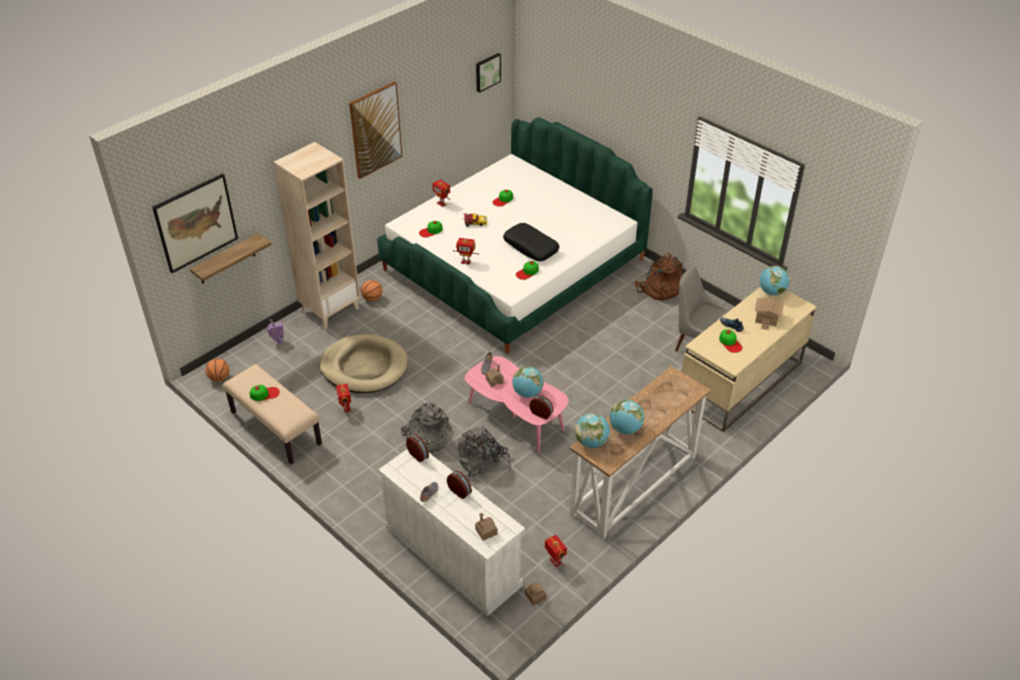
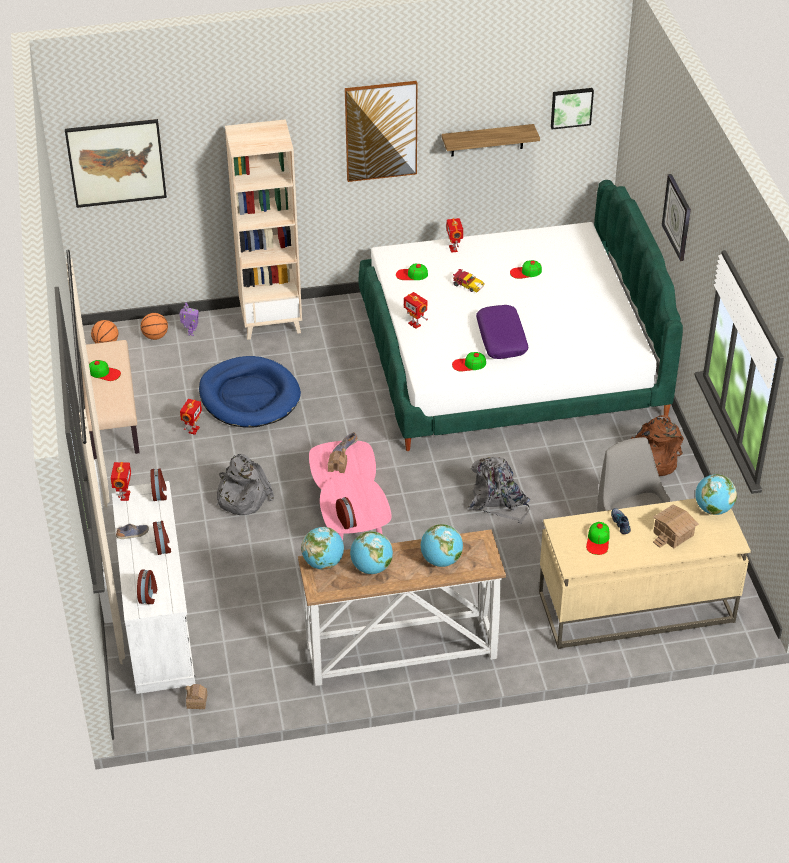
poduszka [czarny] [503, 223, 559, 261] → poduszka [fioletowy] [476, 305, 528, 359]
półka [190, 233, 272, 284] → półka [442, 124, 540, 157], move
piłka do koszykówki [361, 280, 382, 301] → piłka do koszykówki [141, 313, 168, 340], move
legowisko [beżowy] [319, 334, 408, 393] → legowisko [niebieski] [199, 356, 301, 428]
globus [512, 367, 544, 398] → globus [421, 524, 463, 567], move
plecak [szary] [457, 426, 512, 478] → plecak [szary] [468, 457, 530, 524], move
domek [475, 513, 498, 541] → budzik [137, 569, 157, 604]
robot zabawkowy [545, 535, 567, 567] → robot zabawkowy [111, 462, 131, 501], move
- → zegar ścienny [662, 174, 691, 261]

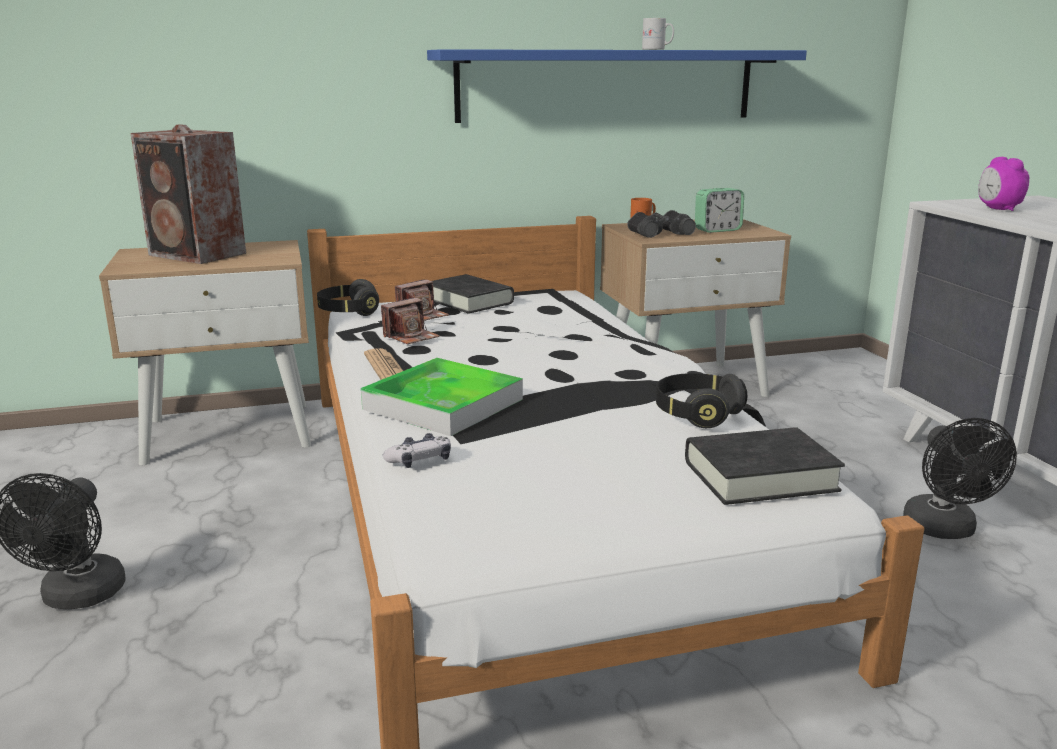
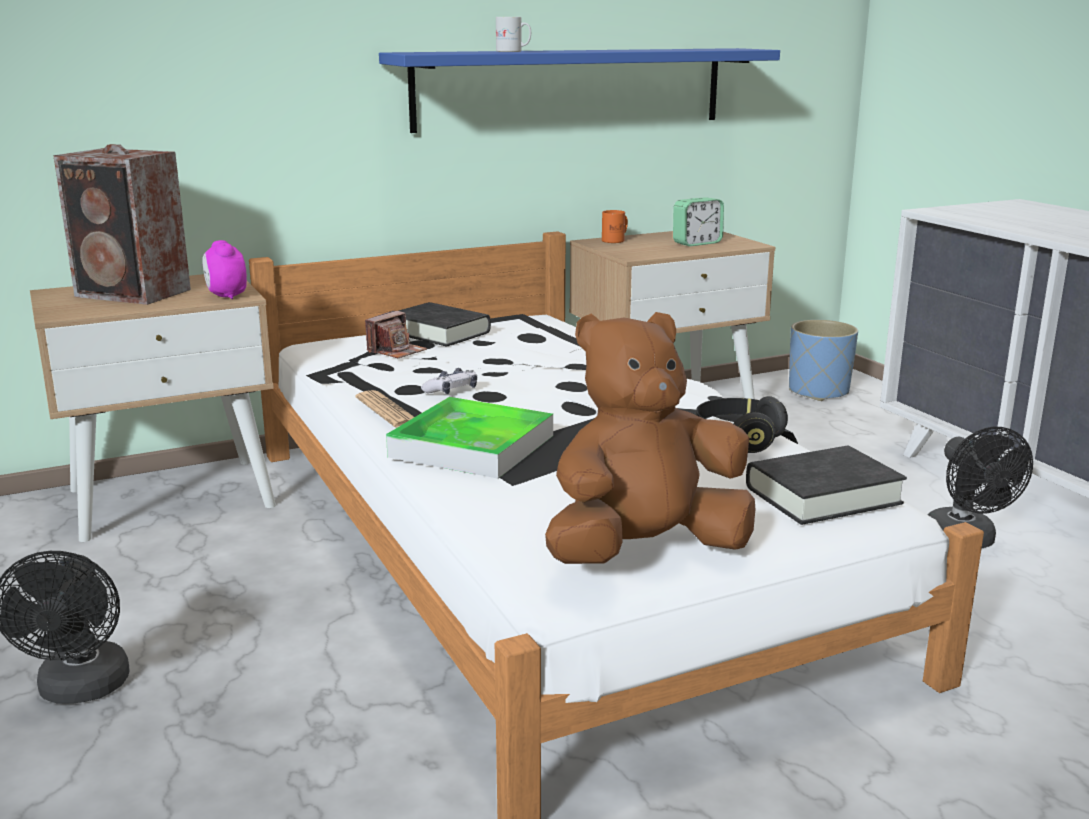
kubek [biały] [642, 18, 674, 50] → kubek [biały] [496, 17, 531, 52], move
budzik [978, 157, 1029, 211] → budzik [202, 240, 247, 299], move
lornetka [czarny] [627, 210, 696, 238] → -
słuchawki [czarny] [317, 279, 379, 316] → -
aparat fotograficzny [381, 297, 440, 344] → -
pad do gier [382, 433, 451, 468] → pad do gier [421, 368, 477, 394], move
- → pluszak [brązowy] [545, 312, 755, 564]
- → donica [niebieski] [789, 320, 858, 401]

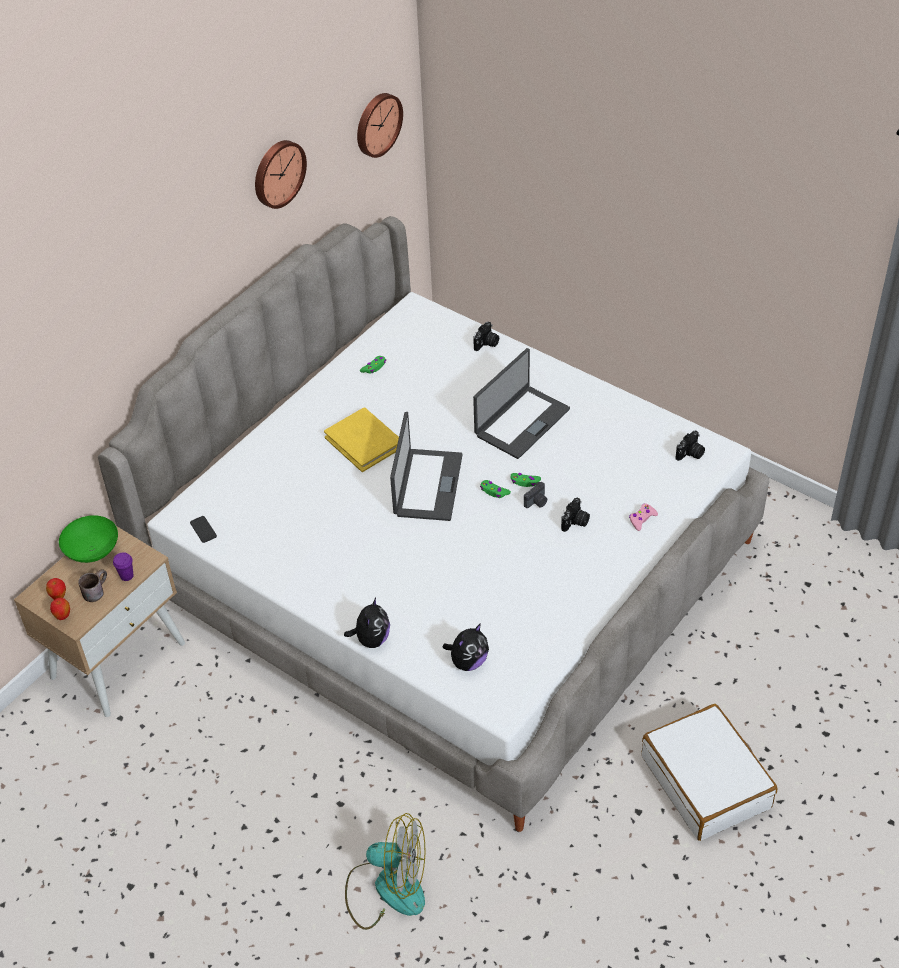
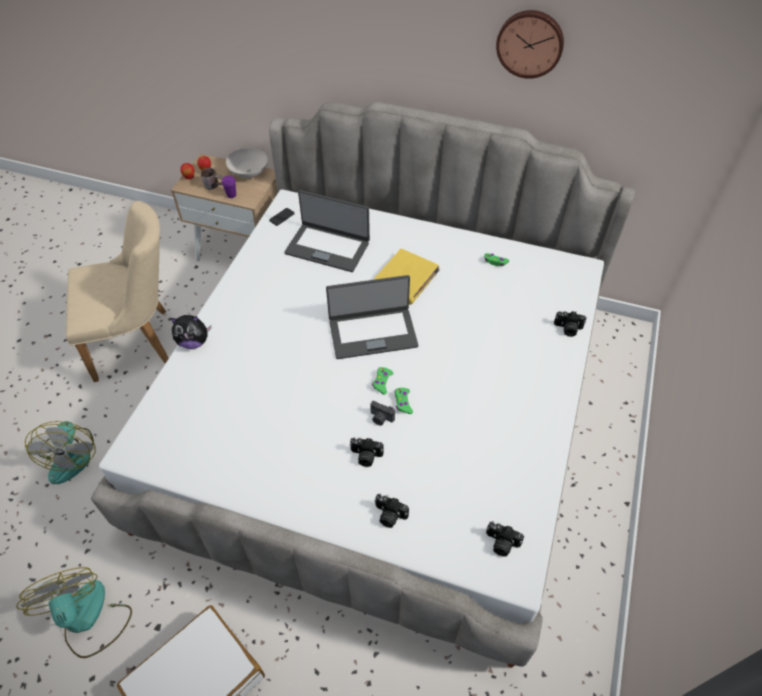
zegar ścienny [357, 93, 403, 158] → -
laptop [473, 348, 570, 459] → laptop [284, 190, 370, 272], move
pad do gier [różowy] [629, 504, 658, 531] → aparat fotograficzny [374, 494, 409, 528]
miska [zielony] [59, 515, 118, 563] → miska [biały] [226, 148, 268, 178]
pluszak [443, 623, 489, 671] → -
- → krzesło [beżowy] [66, 201, 169, 382]
- → wentylator [16, 567, 132, 658]

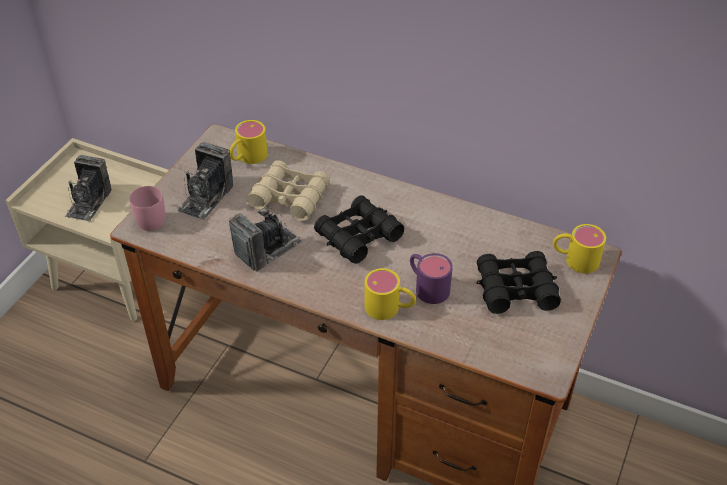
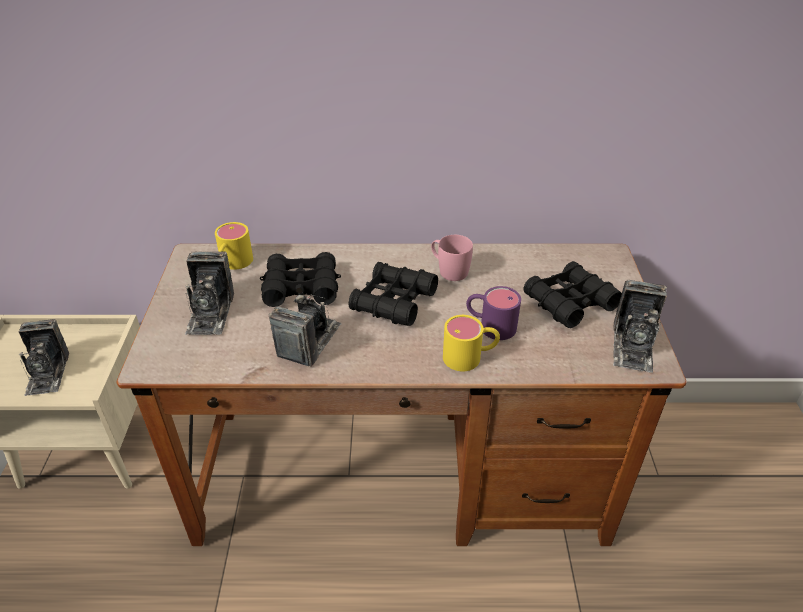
lornetka [beżowy] [247, 160, 330, 221] → lornetka [czarny] [260, 252, 341, 307]
kubek [różowy] [129, 186, 165, 231] → kubek [różowy] [431, 235, 473, 281], move
kubek [żółty] [553, 224, 606, 273] → -
- → aparat fotograficzny [613, 280, 667, 373]

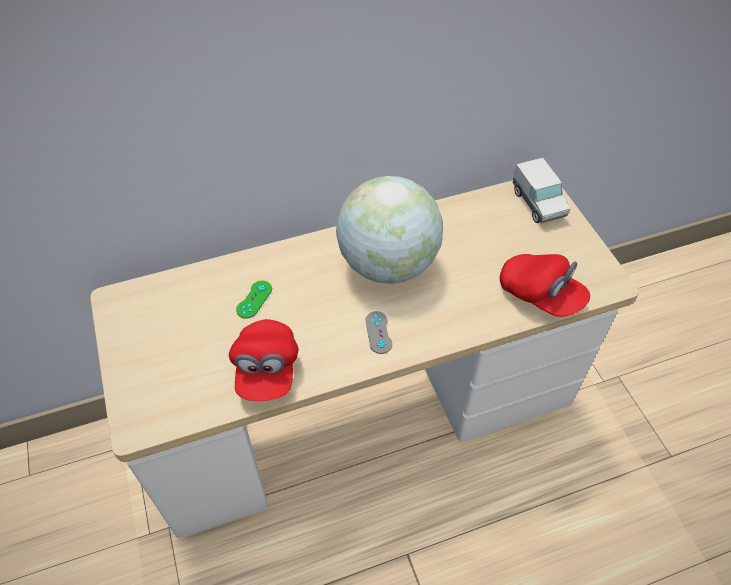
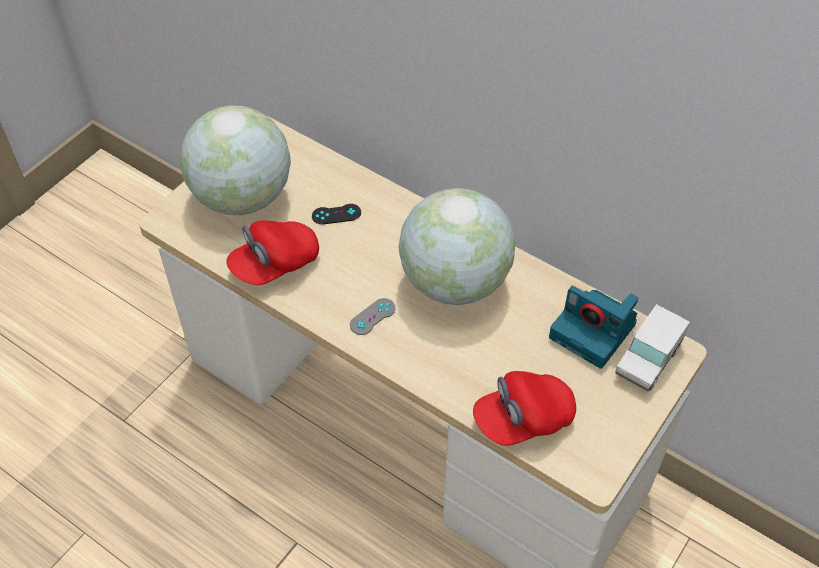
czapka z daszkiem [czerwony] [500, 254, 590, 317] → czapka z daszkiem [czerwony] [473, 371, 576, 446], 60 degrees clockwise
pad do gier [zielony] [236, 281, 272, 319] → pad do gier [czarny] [312, 204, 361, 224]
- → globus [180, 105, 291, 215]
- → aparat fotograficzny [549, 286, 638, 369]

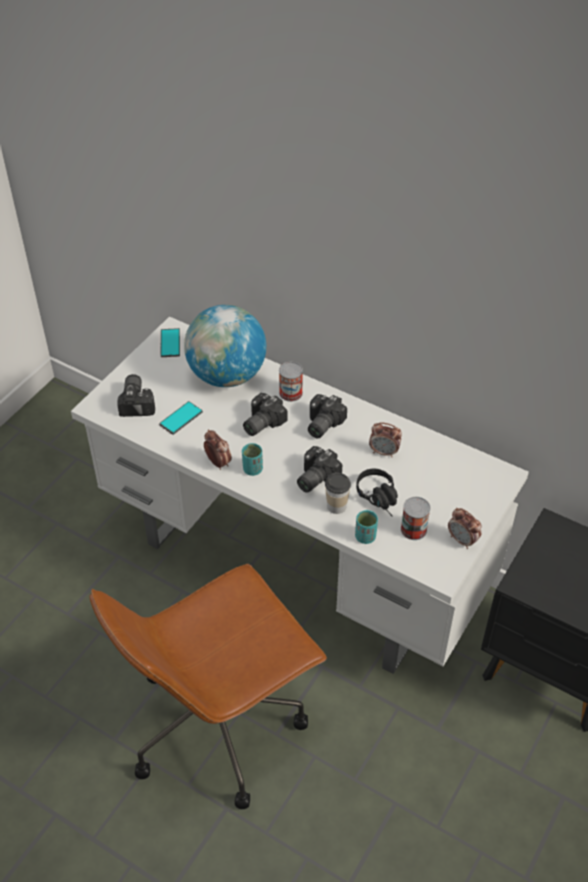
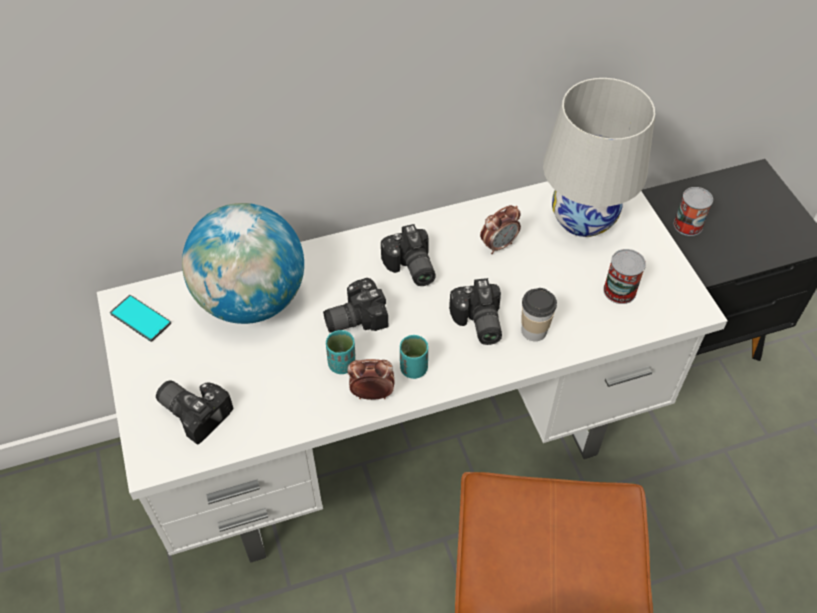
puszka [279, 362, 303, 402] → puszka [674, 187, 713, 236], move
aparat fotograficzny [243, 393, 287, 436] → aparat fotograficzny [323, 278, 388, 333], 75 degrees clockwise
telefon [159, 401, 203, 435] → -
słuchawki [czarny] [356, 469, 398, 516] → -
budzik [448, 508, 482, 549] → -
filiżanka [turkusowy] [355, 510, 378, 544] → filiżanka [turkusowy] [326, 330, 356, 374], move
- → lampa stołowa [biały] [543, 78, 655, 237]

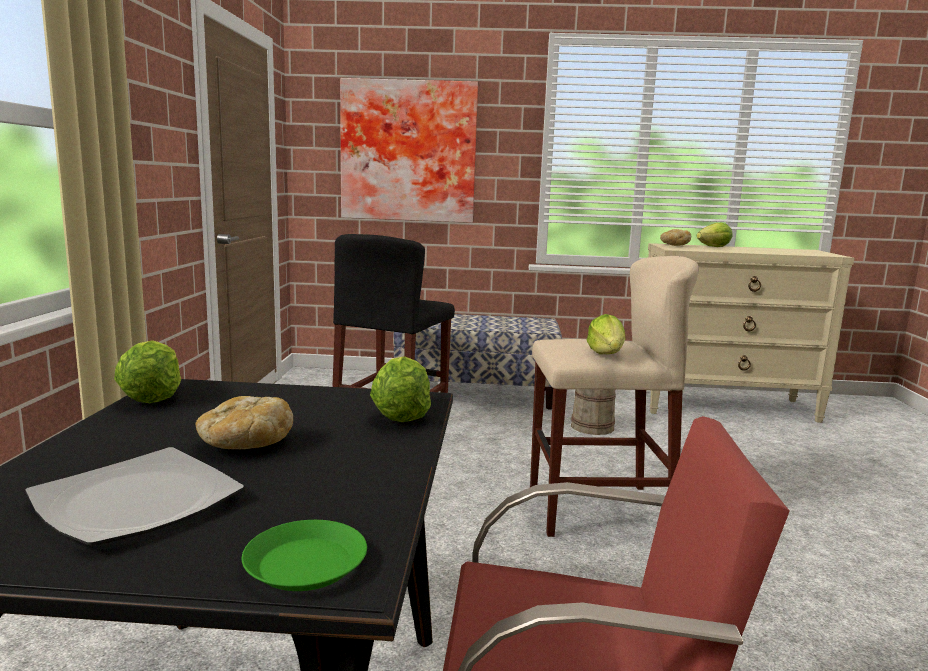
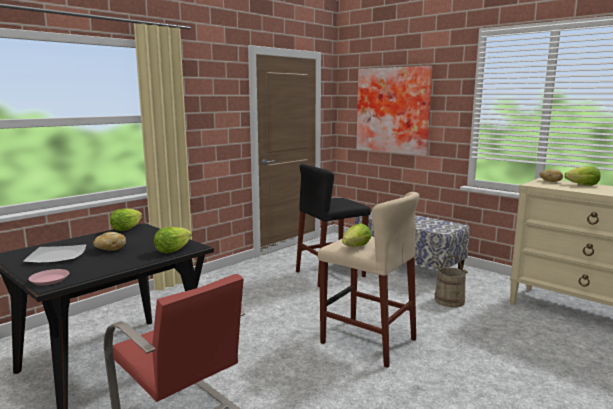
talerz [zielony] [242, 520, 367, 591] → talerz [różowy] [28, 269, 69, 285]

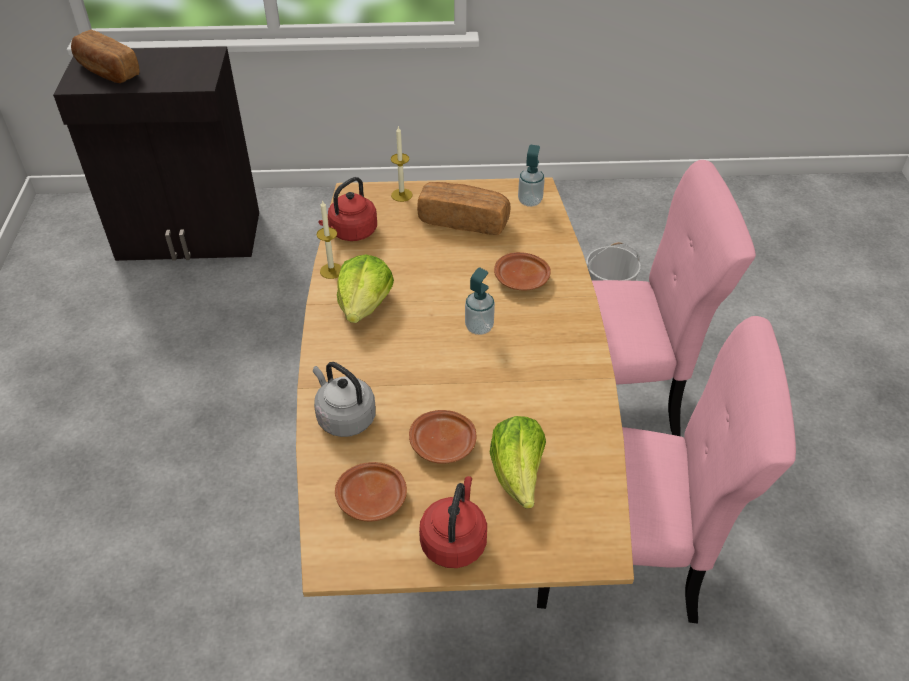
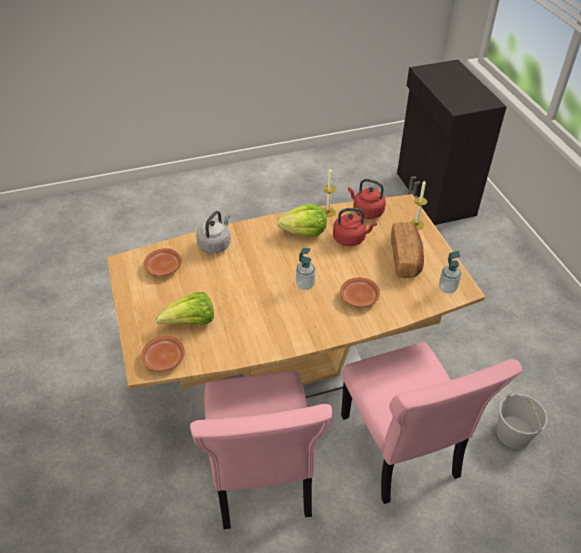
chleb [71, 30, 140, 83] → -
talerz [brązowy] [409, 410, 476, 464] → talerz [brązowy] [141, 336, 185, 371], move
czajnik [czerwony] [419, 476, 487, 568] → czajnik [czerwony] [333, 208, 377, 246], move

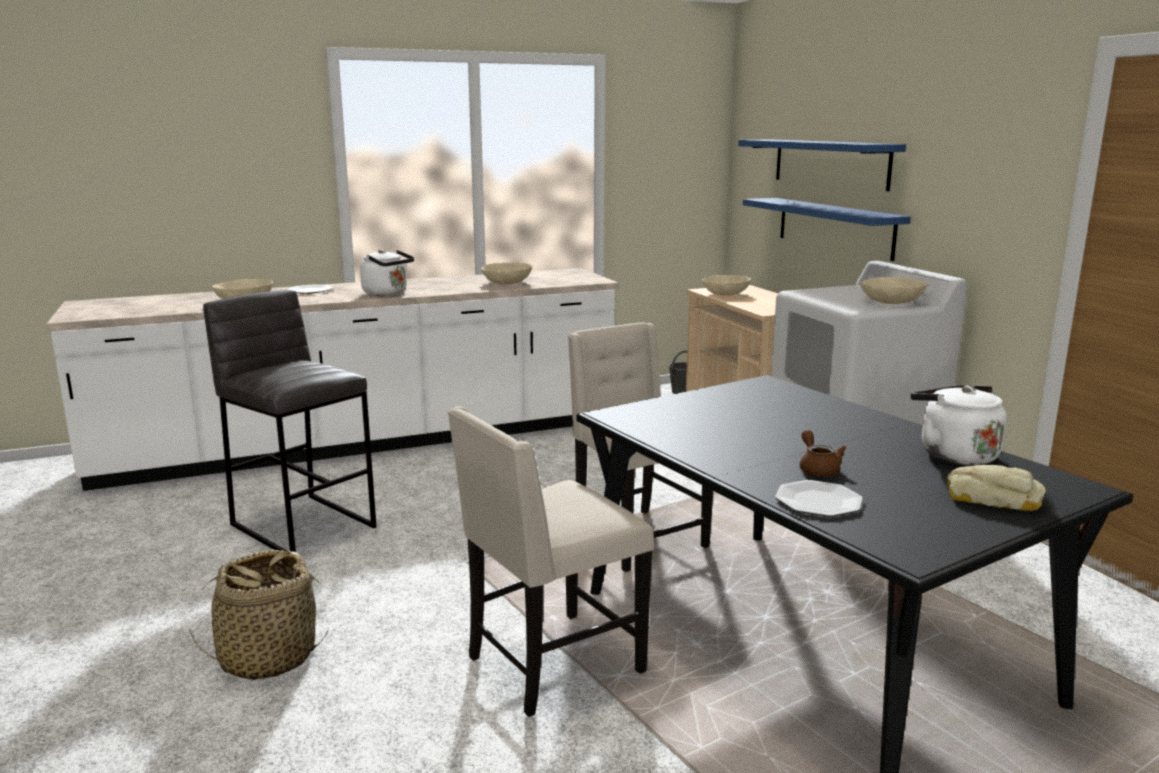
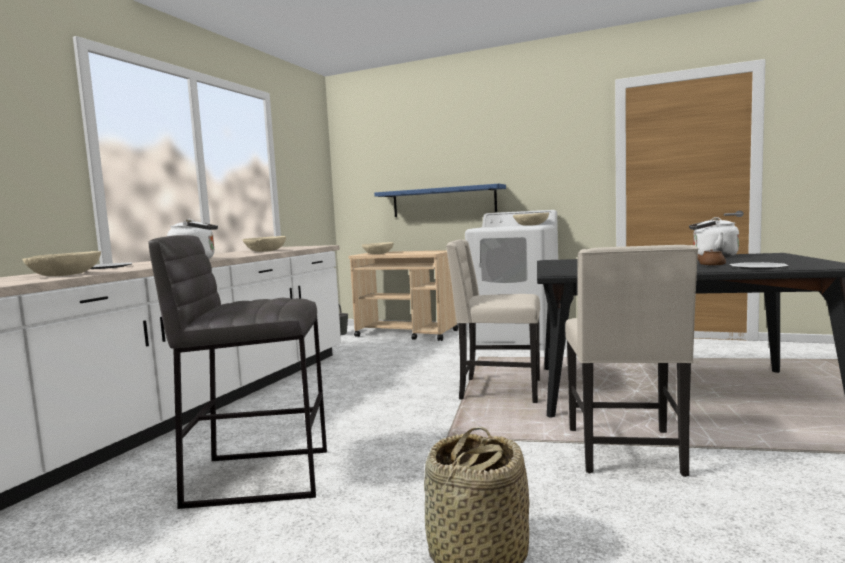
półka [niebieski] [738, 140, 906, 191] → -
chleb [947, 465, 1046, 511] → -

